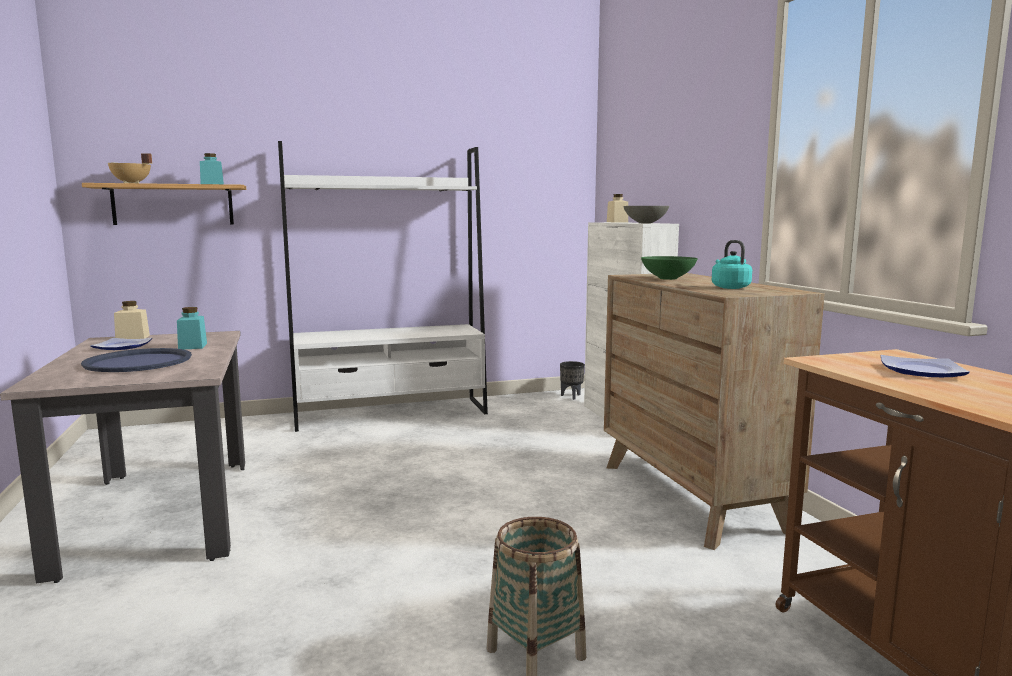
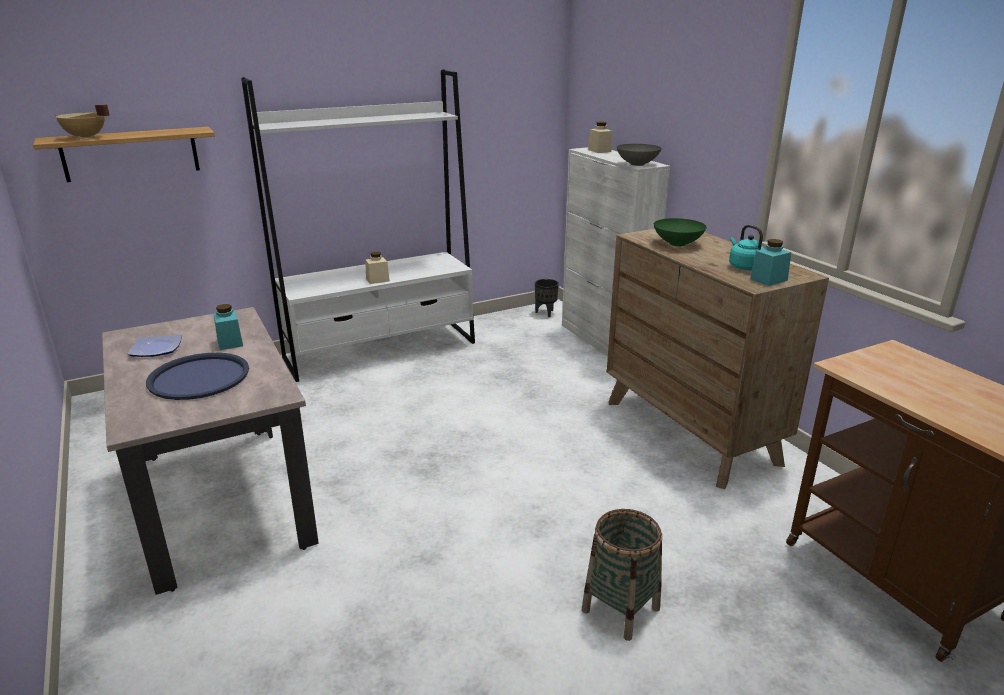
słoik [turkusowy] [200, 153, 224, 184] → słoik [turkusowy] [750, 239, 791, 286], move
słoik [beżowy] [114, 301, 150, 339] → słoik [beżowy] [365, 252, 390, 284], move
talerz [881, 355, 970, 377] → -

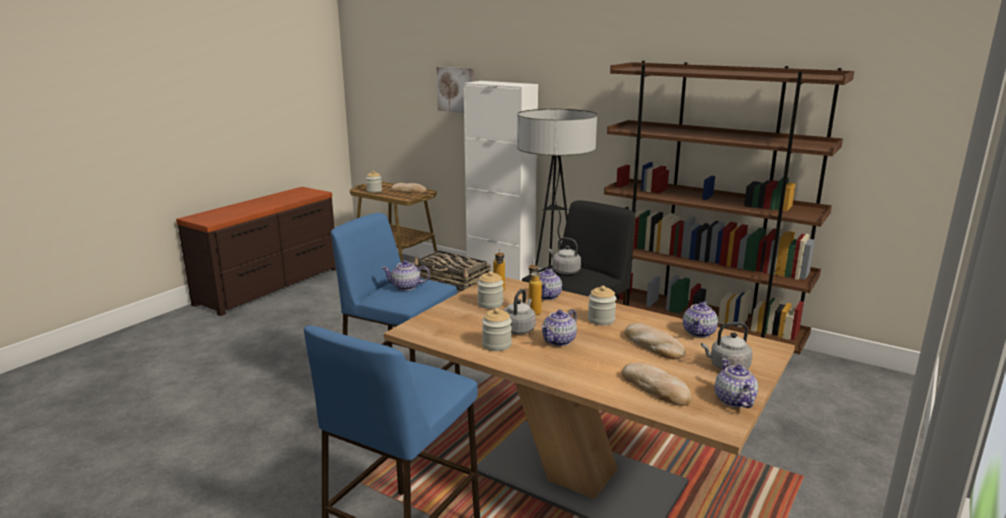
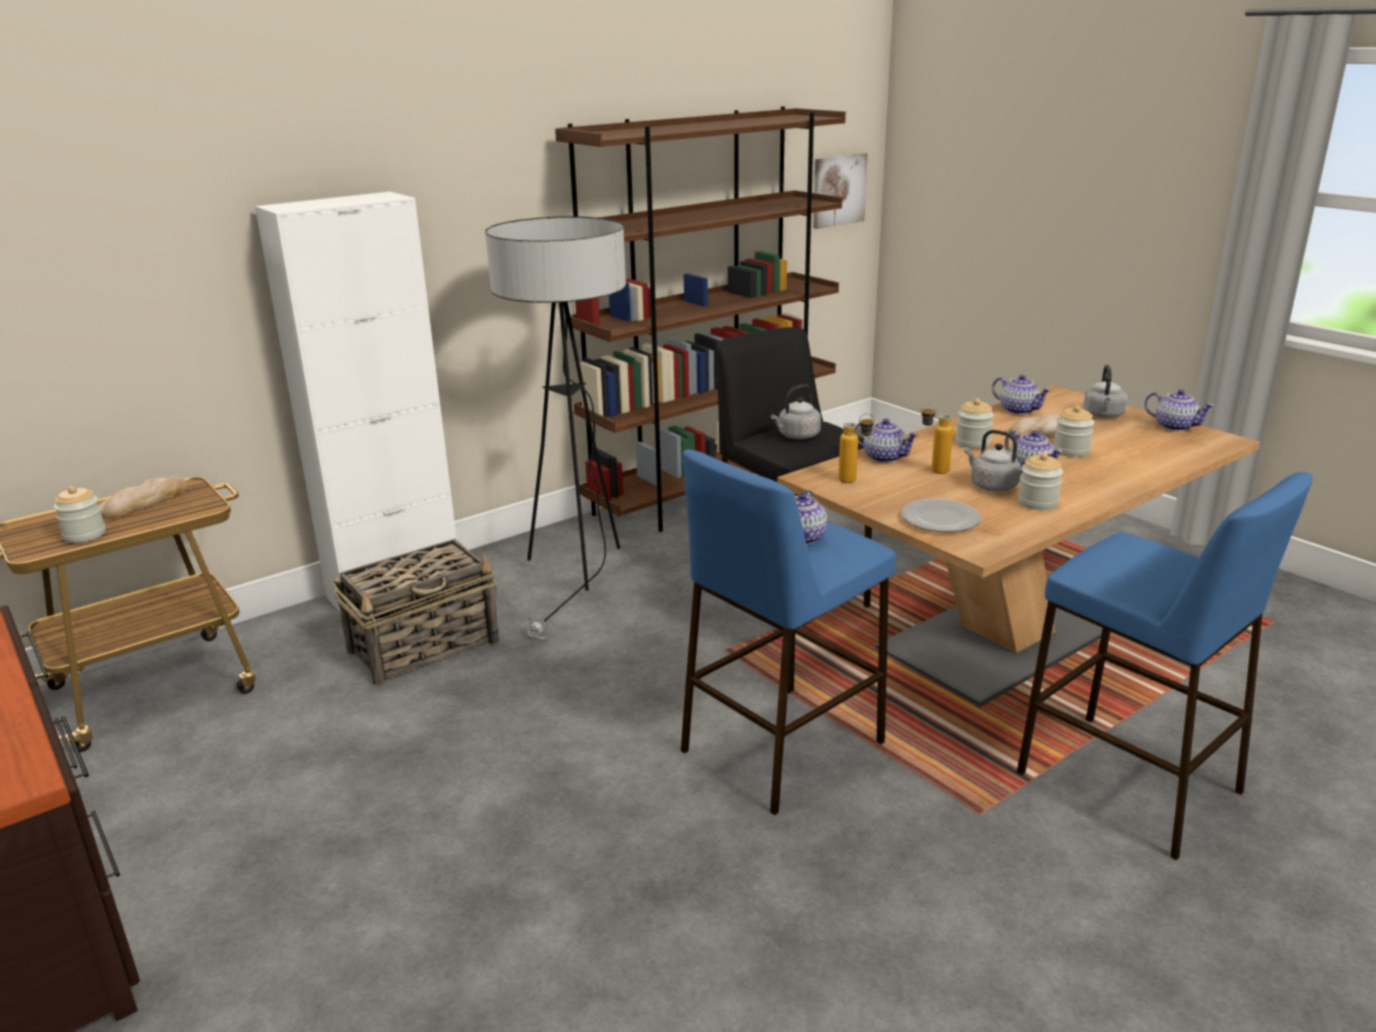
obraz [437, 67, 474, 113] → obraz [813, 153, 868, 229], move
słoik [477, 271, 503, 309] → słoik [1053, 405, 1094, 457], move
imbryk [715, 358, 758, 408] → imbryk [1144, 389, 1215, 431], 150 degrees counterclockwise
chleb [621, 363, 692, 406] → -
- → talerz [901, 499, 981, 532]

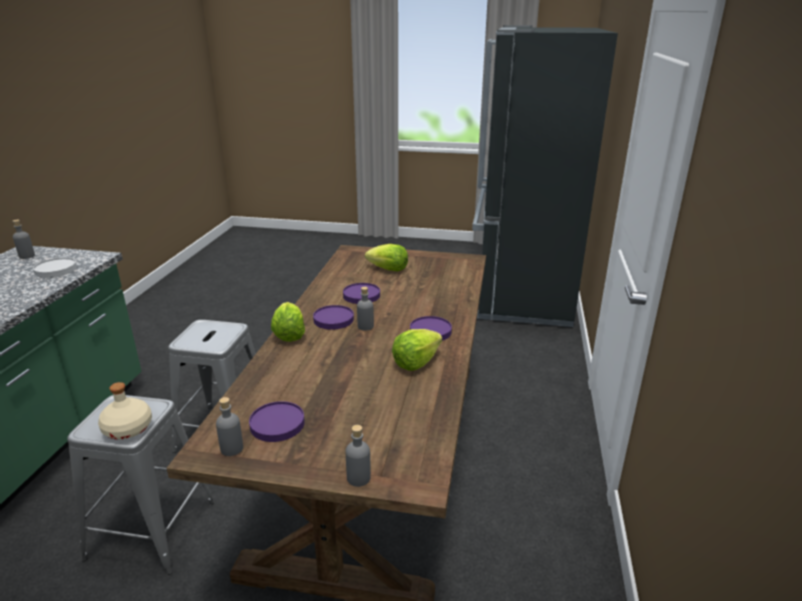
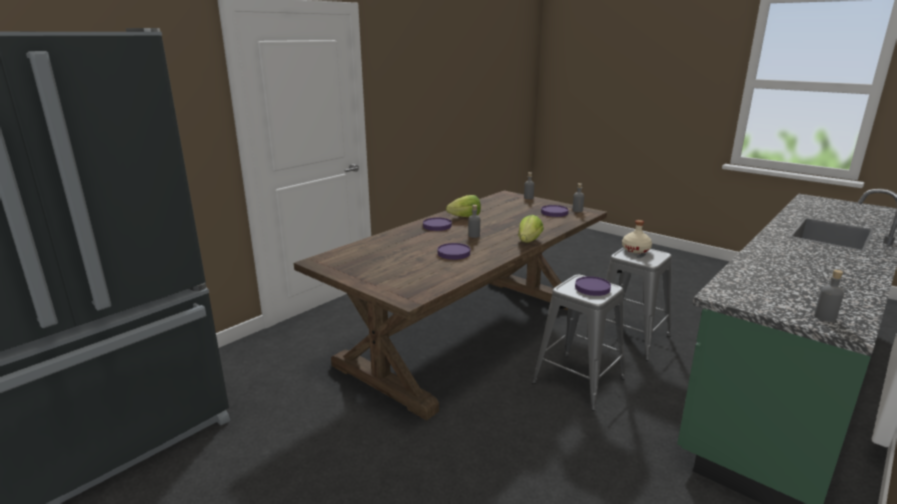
sałata [365, 244, 408, 271] → -
talerz [biały] [33, 257, 77, 278] → -
talerz [fioletowy] [313, 305, 354, 330] → talerz [fioletowy] [575, 276, 611, 296], move

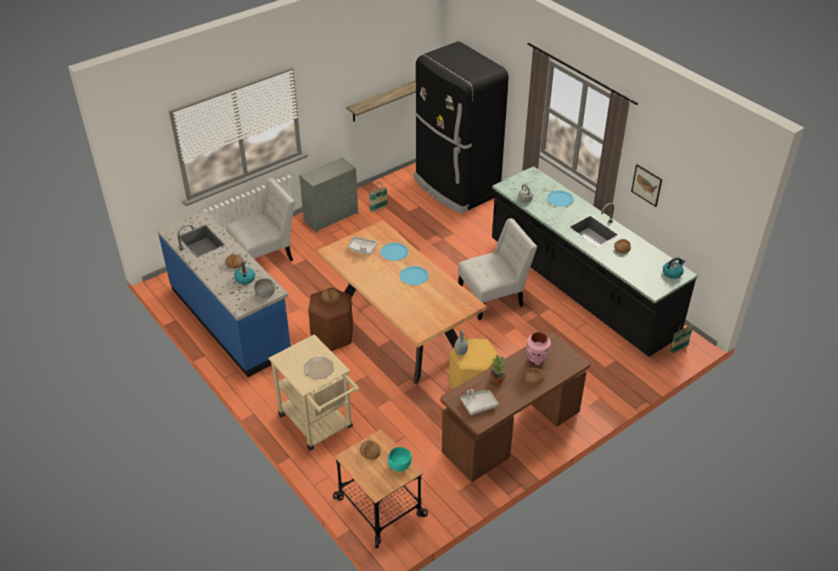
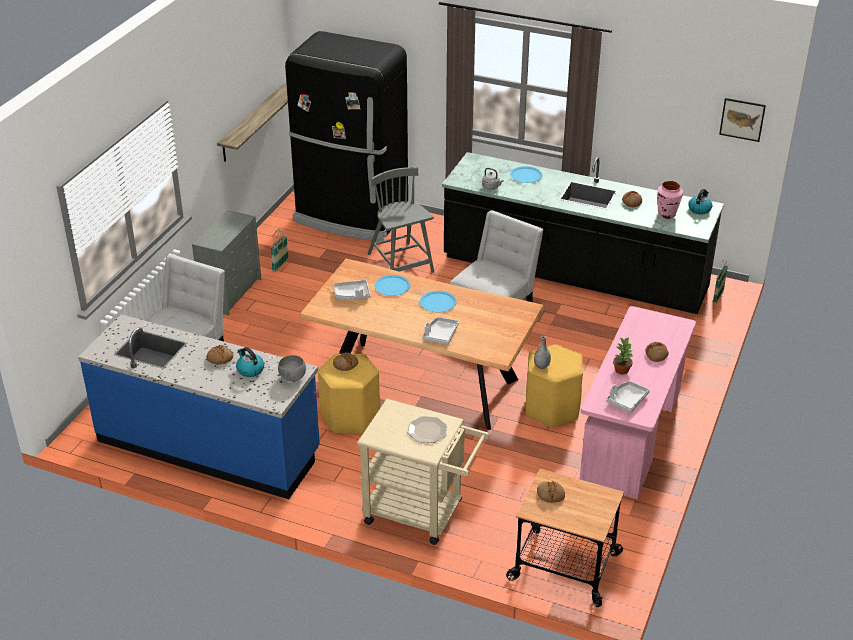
obraz [631, 164, 662, 207] → obraz [719, 98, 766, 142], move
stołek [brązowy] [308, 288, 353, 351] → stołek [żółty] [318, 354, 380, 434]
biurko [brązowy] [441, 332, 591, 482] → biurko [różowy] [580, 306, 696, 499]
wazon [różowy] [527, 332, 551, 365] → wazon [różowy] [657, 181, 683, 219], move
miska [turkusowy] [388, 447, 412, 471] → -
- → krzesło [szary] [368, 167, 434, 273]
- → taca [szary] [423, 317, 459, 344]

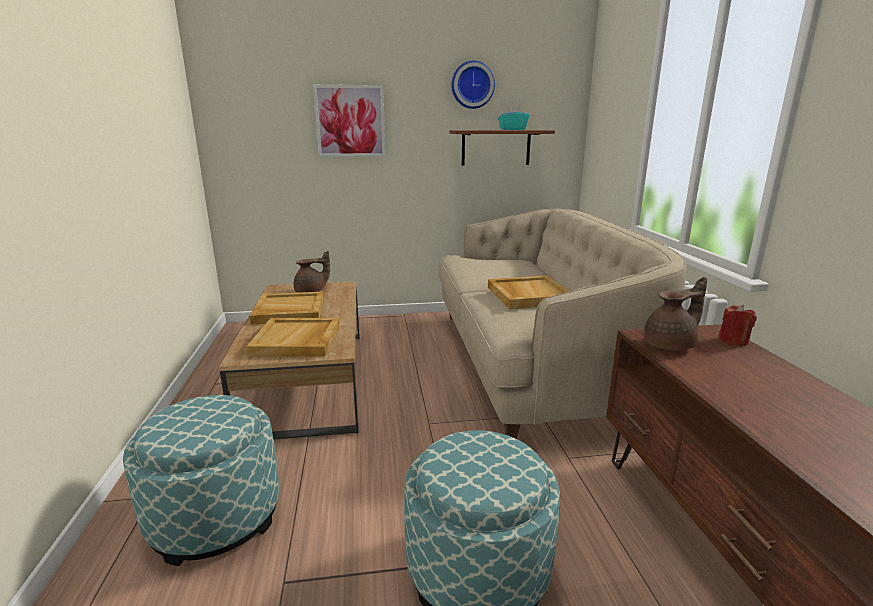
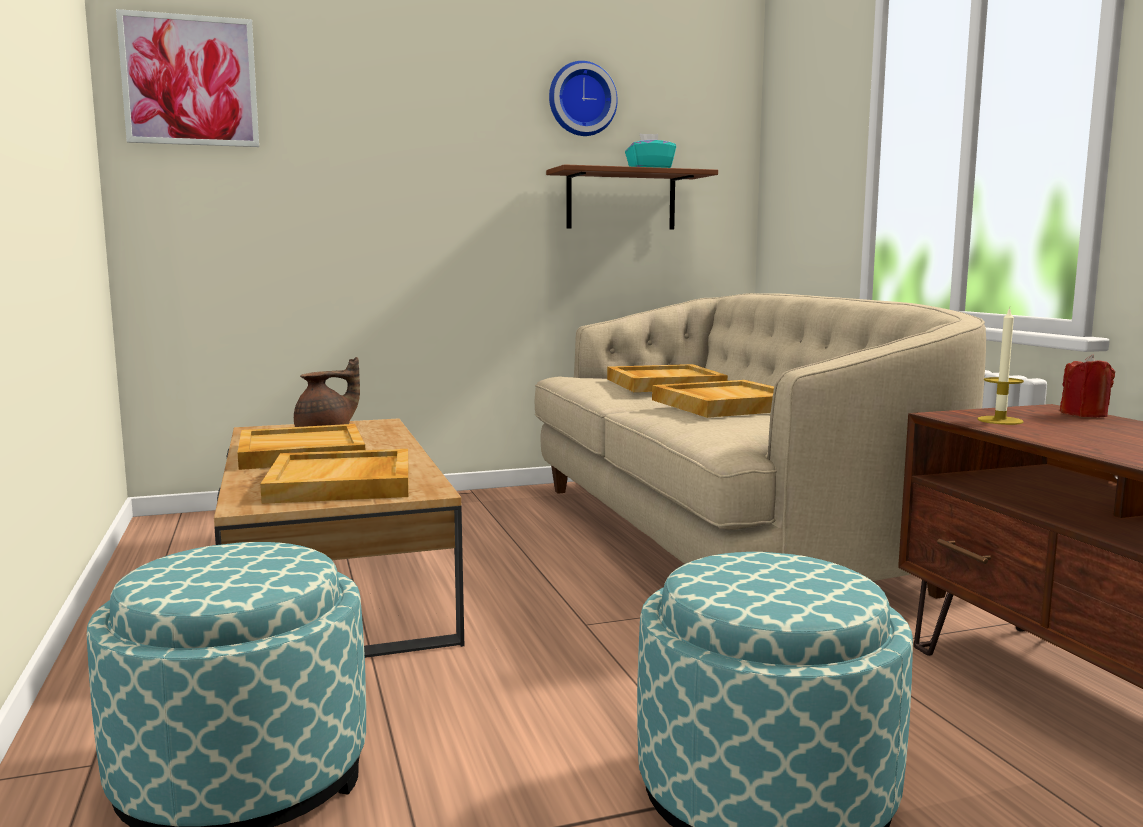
obraz [313, 85, 386, 157] → obraz [116, 9, 259, 147], move
imbryk [brązowy] [644, 277, 707, 351] → świeca [977, 307, 1024, 425]
- → taca [beżowy] [607, 364, 728, 392]

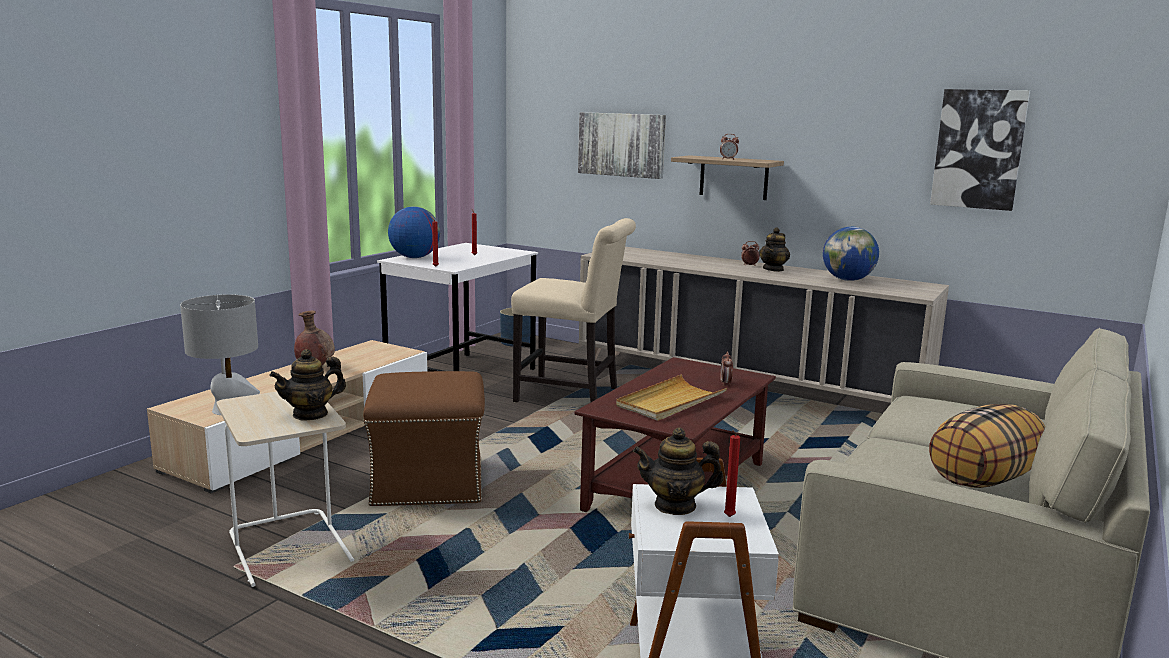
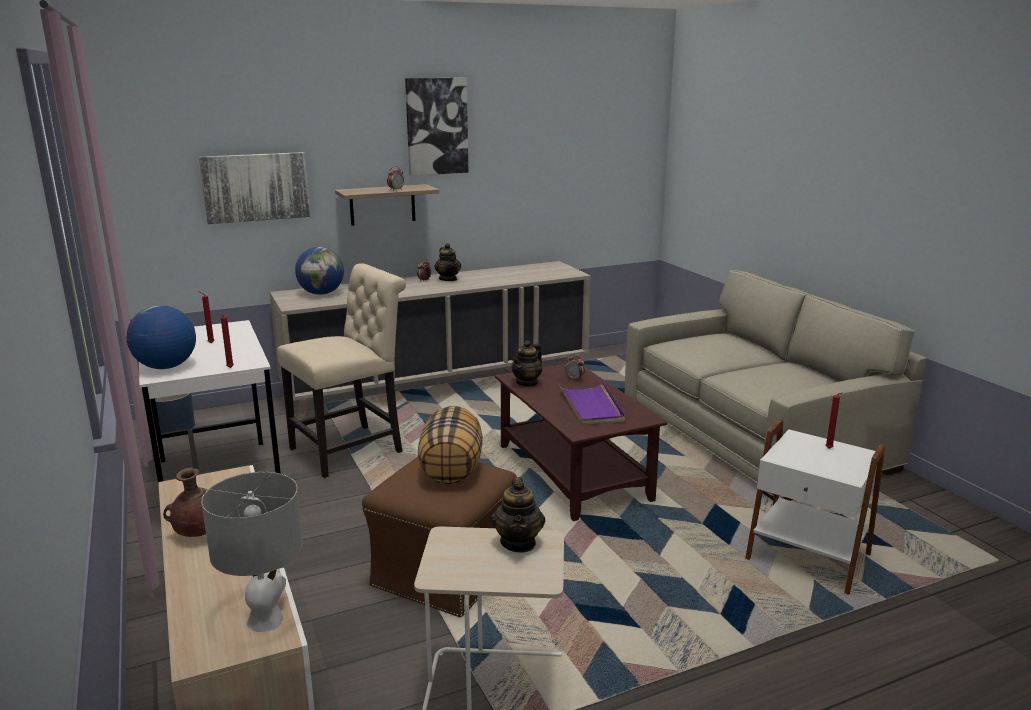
obraz [930, 89, 1030, 211] → obraz [405, 78, 468, 176], move
globus [823, 227, 879, 281] → globus [295, 247, 344, 295], move
taca [beżowy] [616, 374, 727, 421] → taca [fioletowy] [558, 381, 625, 425]
poduszka [929, 404, 1045, 488] → poduszka [418, 406, 483, 484], move
imbryk [633, 428, 724, 515] → imbryk [511, 340, 542, 387], move

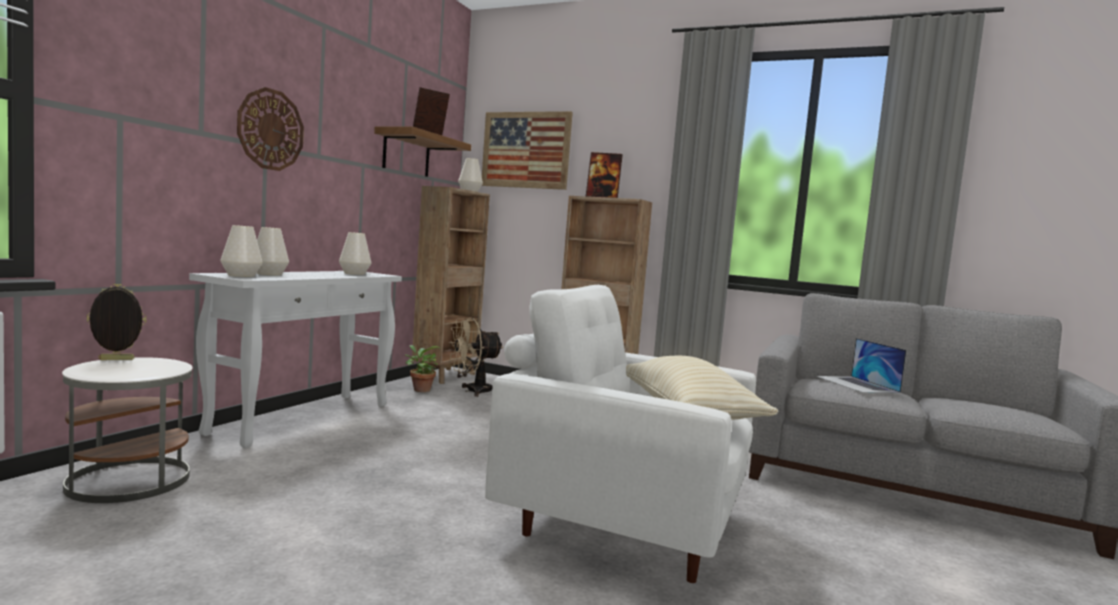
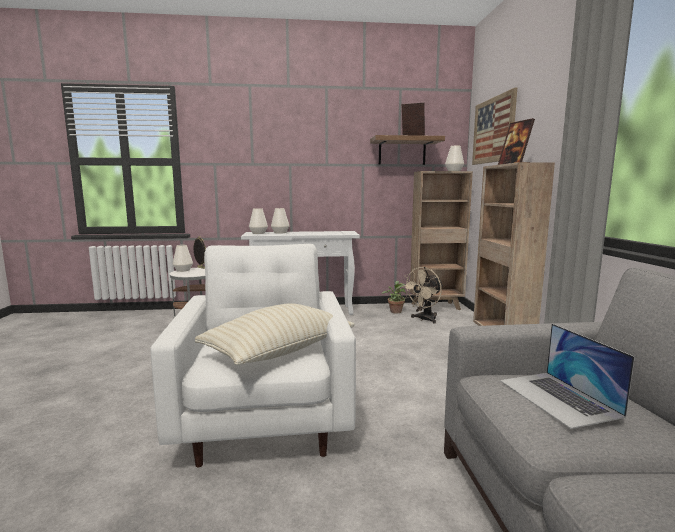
zegar ścienny [237, 87, 304, 171] → -
wazon [biały] [339, 232, 371, 275] → wazon [biały] [173, 245, 193, 272], move
wentylator [beżowy] [449, 318, 503, 397] → wentylator [beżowy] [401, 267, 443, 324], 75 degrees counterclockwise
laptop [816, 338, 907, 393] → laptop [500, 324, 635, 429], 60 degrees counterclockwise

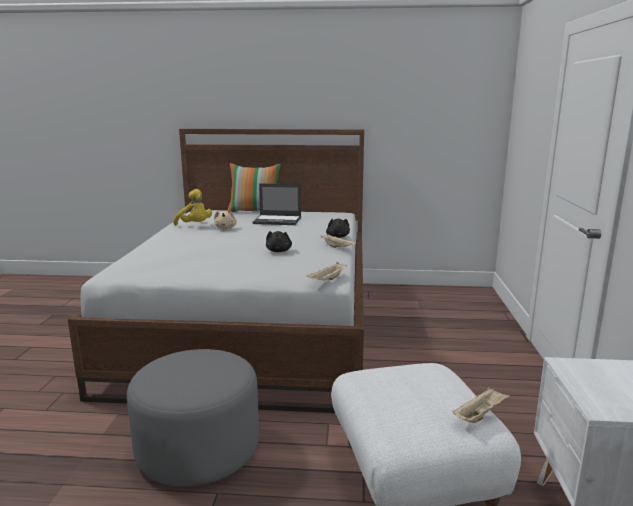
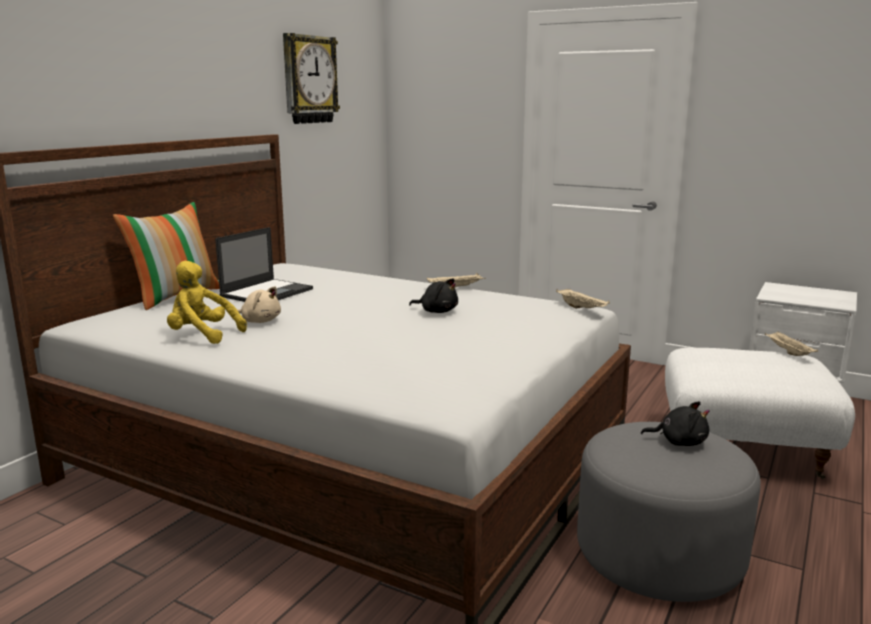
pluszak [żółty] [173, 189, 212, 226] → pluszak [żółty] [167, 261, 247, 344], 135 degrees counterclockwise
pluszak [czarny] [326, 219, 350, 238] → pluszak [czarny] [641, 401, 710, 446], move
- → zegar ścienny [283, 33, 340, 124]

